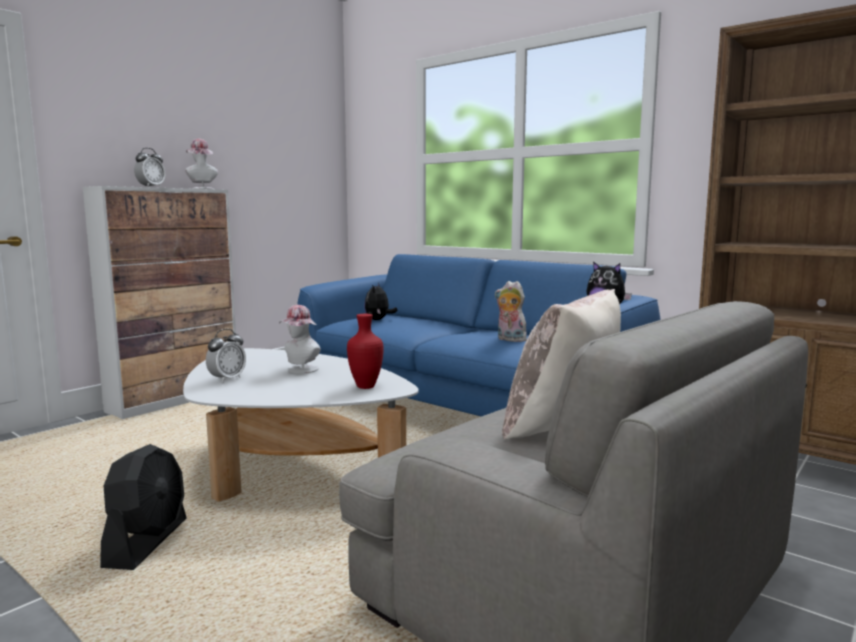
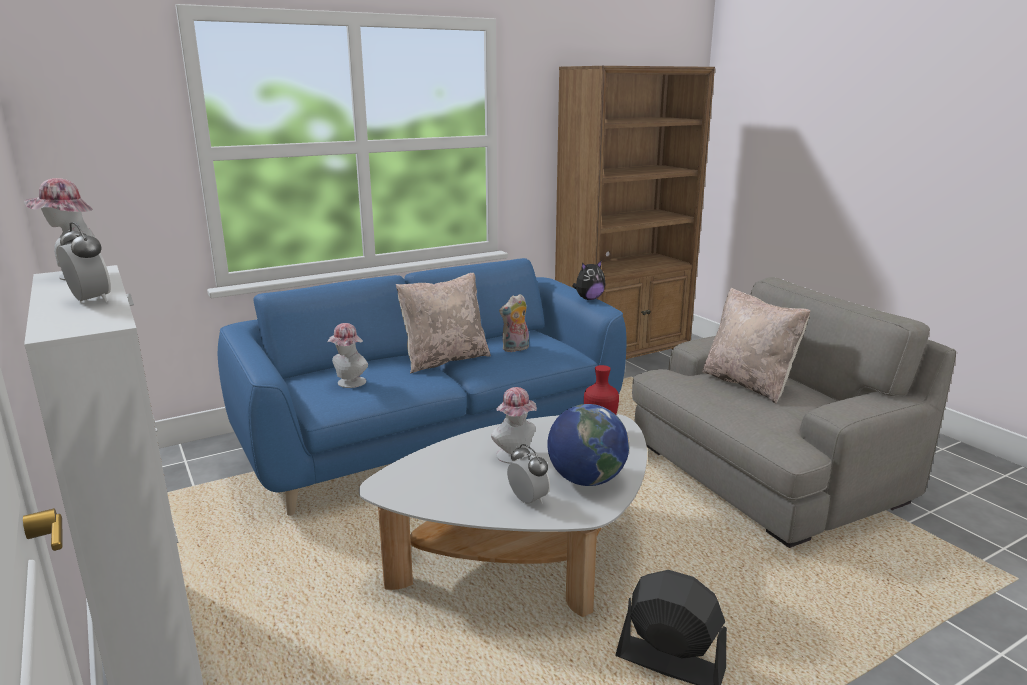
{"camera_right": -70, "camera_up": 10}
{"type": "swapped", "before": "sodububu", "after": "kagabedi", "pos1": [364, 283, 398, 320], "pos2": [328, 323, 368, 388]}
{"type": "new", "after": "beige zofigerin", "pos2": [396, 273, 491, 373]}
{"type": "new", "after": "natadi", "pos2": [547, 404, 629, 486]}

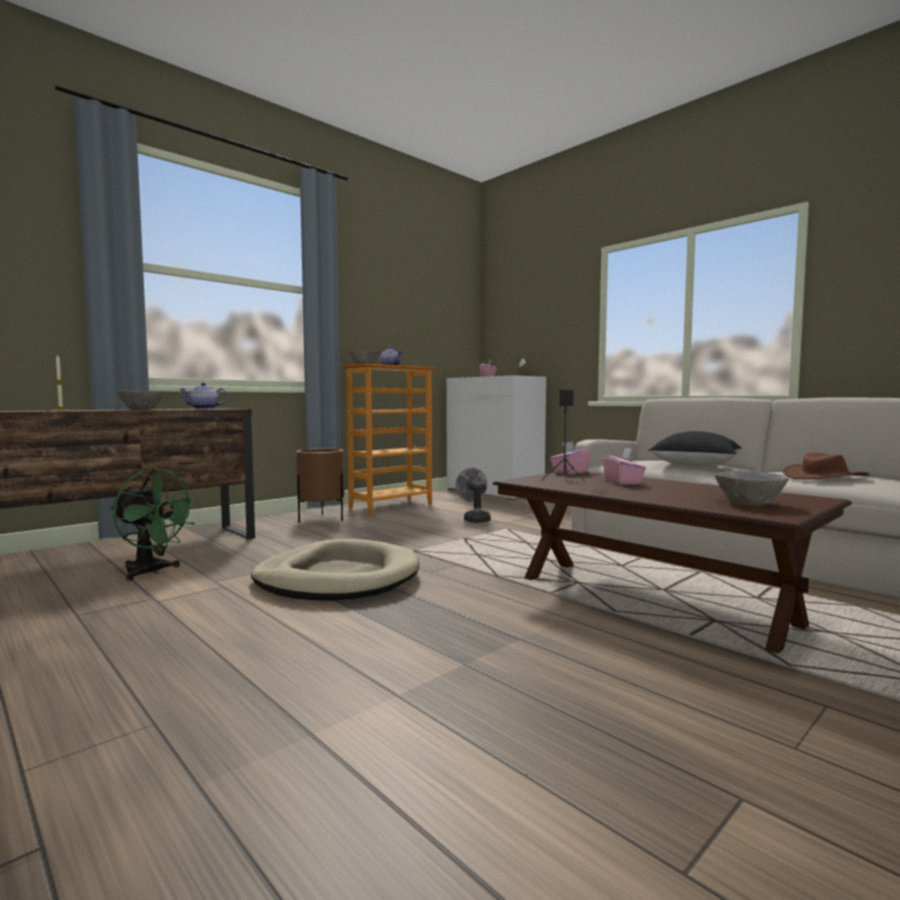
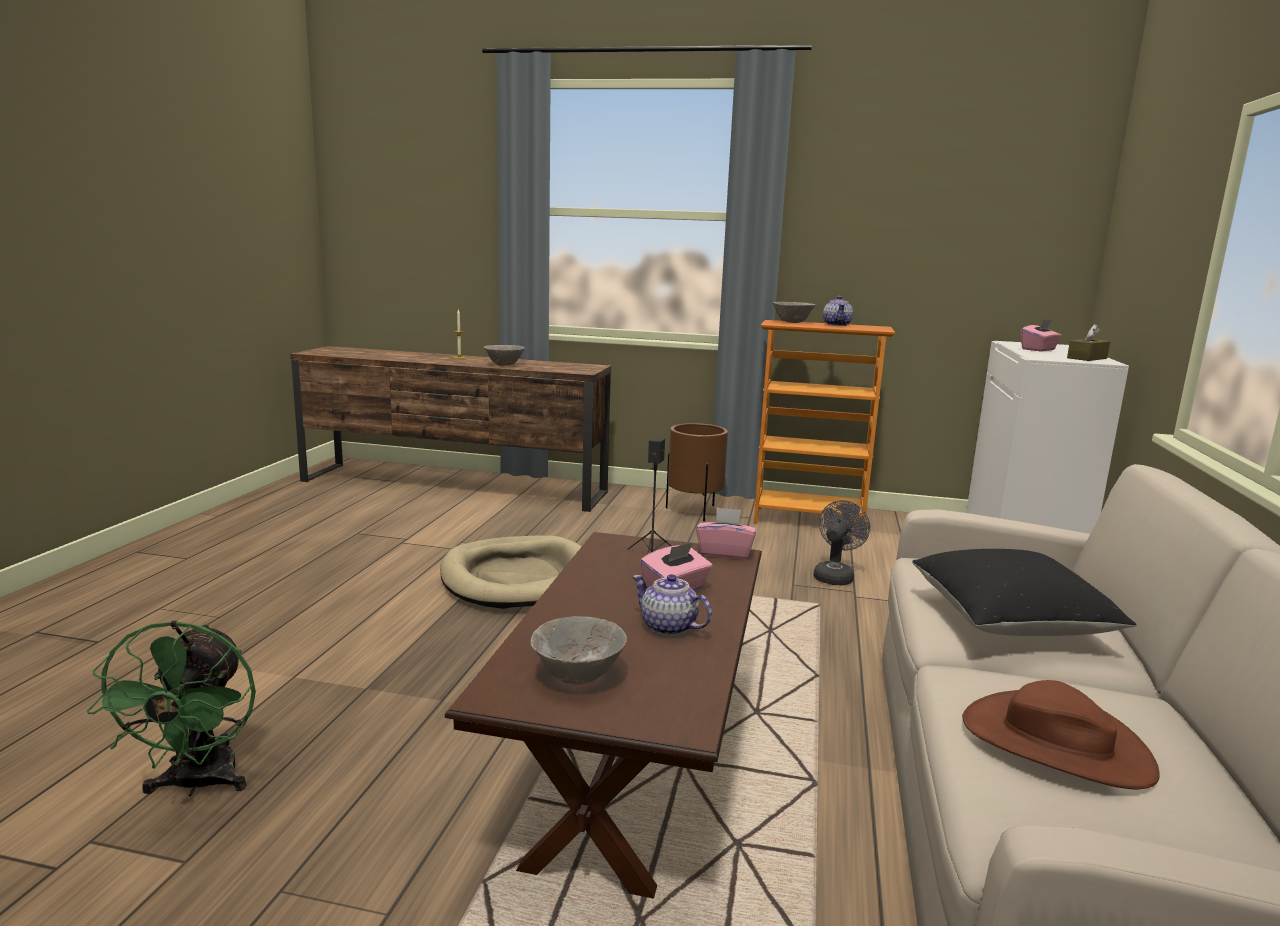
{"camera_right": 55, "camera_up": 10}
{"type": "shifted", "before": "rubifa", "pos1": [180, 383, 228, 409], "pos2": [632, 574, 712, 636]}
{"type": "shifted", "before": "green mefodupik", "pos1": [111, 468, 199, 581], "pos2": [86, 621, 256, 797]}

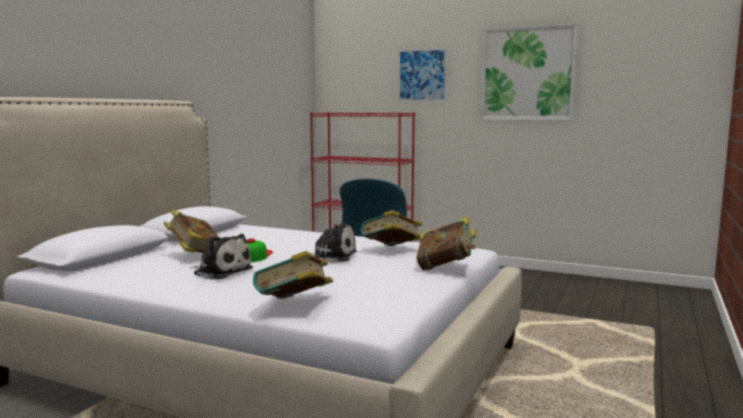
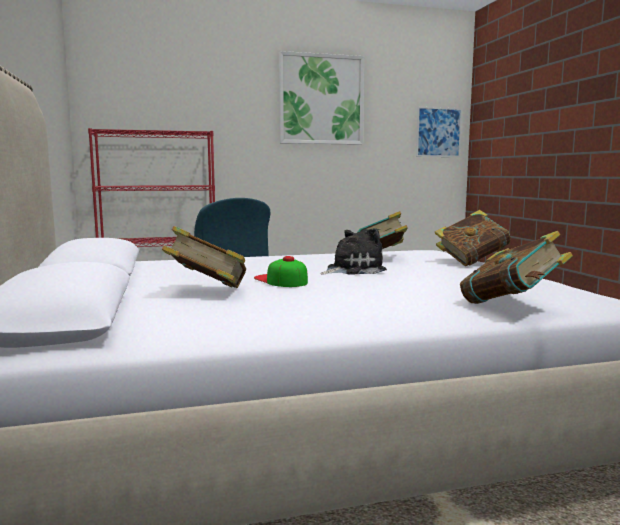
{"camera_right": -40, "camera_up": 0}
{"type": "shifted", "before": "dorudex", "pos1": [398, 48, 447, 101], "pos2": [416, 107, 462, 157]}
{"type": "gone", "before": "sodububu", "pos1": [190, 234, 253, 279]}

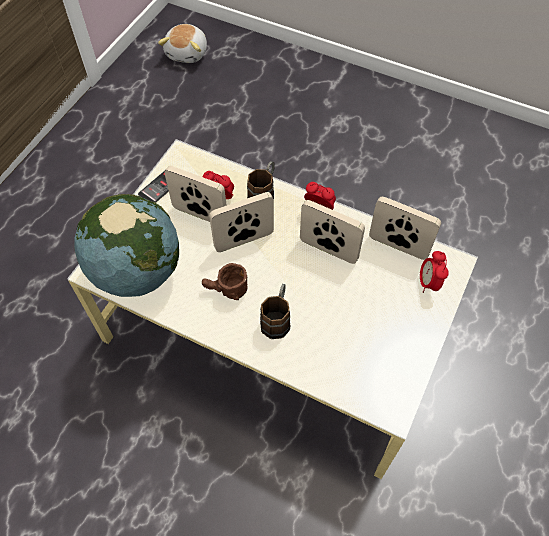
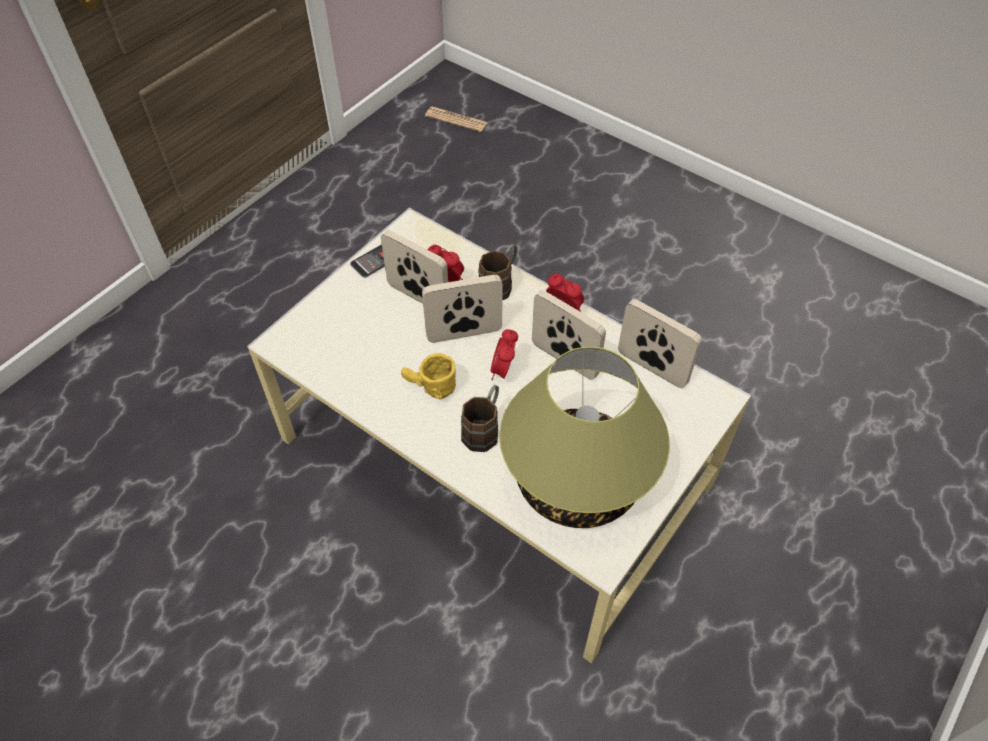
{"camera_right": 10, "camera_up": -5}
{"type": "swapped", "before": "sodububu", "after": "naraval", "pos1": [158, 24, 207, 63], "pos2": [425, 107, 488, 132]}
{"type": "gone", "before": "natadi", "pos1": [74, 194, 179, 297]}
{"type": "shifted", "before": "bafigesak", "pos1": [420, 251, 449, 293], "pos2": [490, 329, 518, 380]}
{"type": "repainted", "before": "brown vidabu", "after": "yellow vidabu", "pos1": [202, 263, 247, 300], "pos2": [401, 353, 456, 399]}
{"type": "new", "after": "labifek", "pos2": [499, 347, 670, 528]}

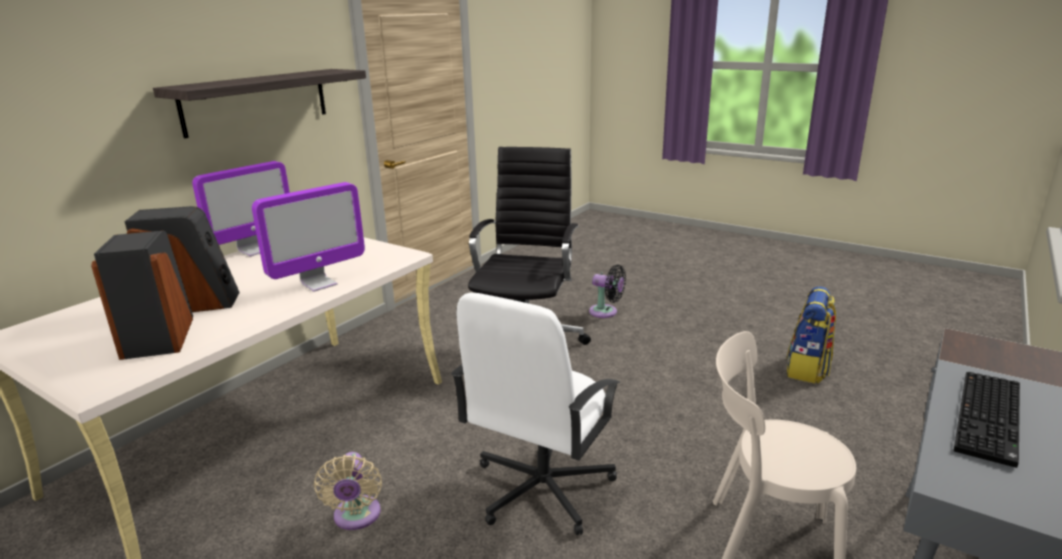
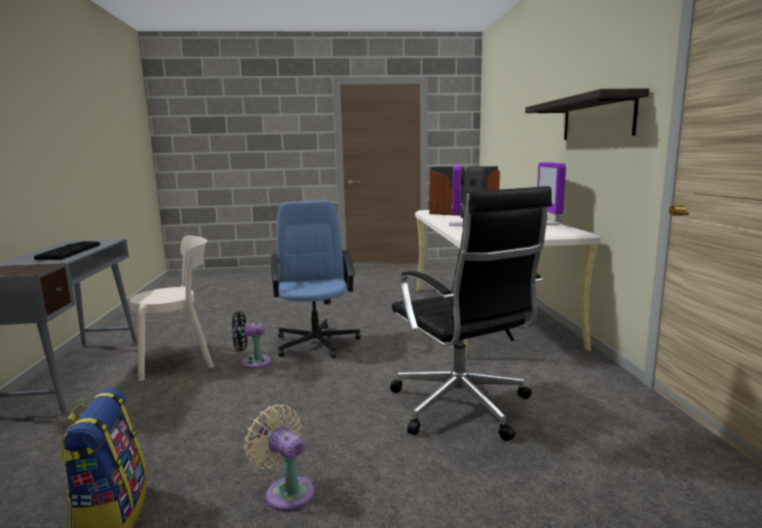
{"camera_right": 140, "camera_up": -10}
{"type": "shifted", "before": "black mefodupik", "pos1": [589, 265, 626, 318], "pos2": [232, 311, 271, 369]}
{"type": "repainted", "before": "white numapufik", "after": "blue numapufik", "pos1": [451, 292, 620, 535], "pos2": [271, 200, 361, 358]}
{"type": "shifted", "before": "beige mefodupik", "pos1": [314, 452, 382, 530], "pos2": [244, 404, 314, 511]}

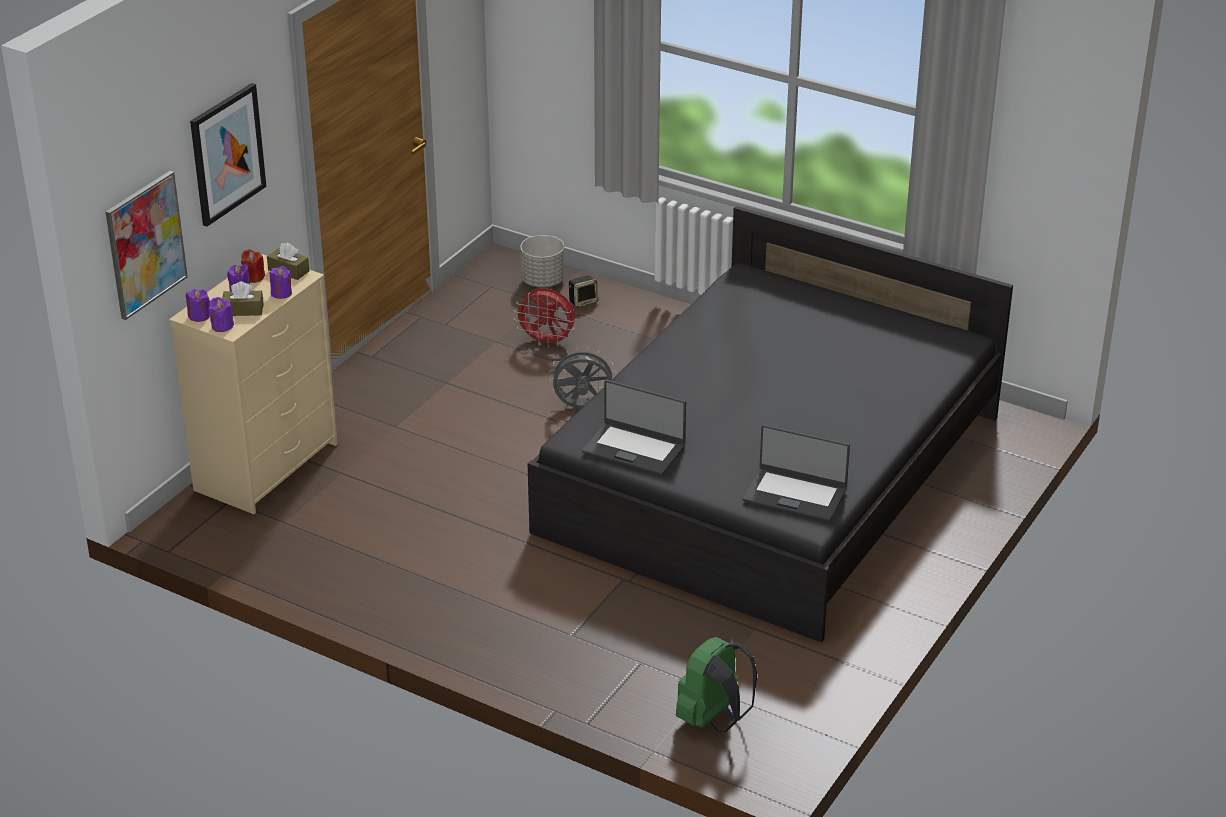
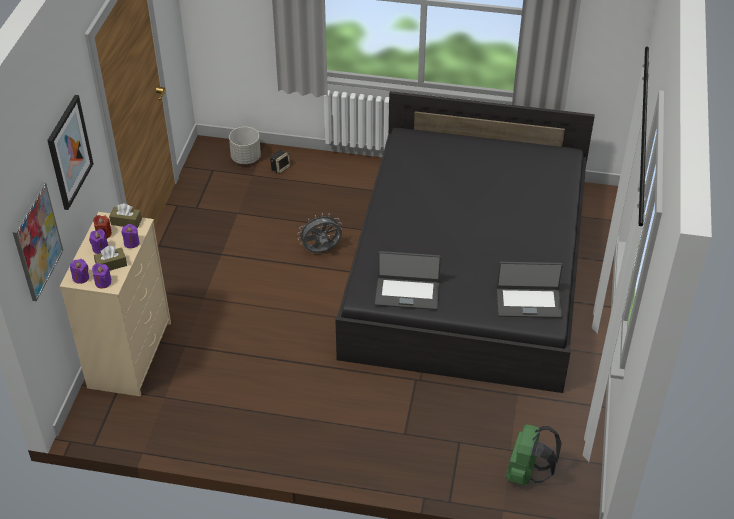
{"camera_right": -20, "camera_up": 10}
{"type": "gone", "before": "red mefodupik", "pos1": [513, 288, 575, 348]}

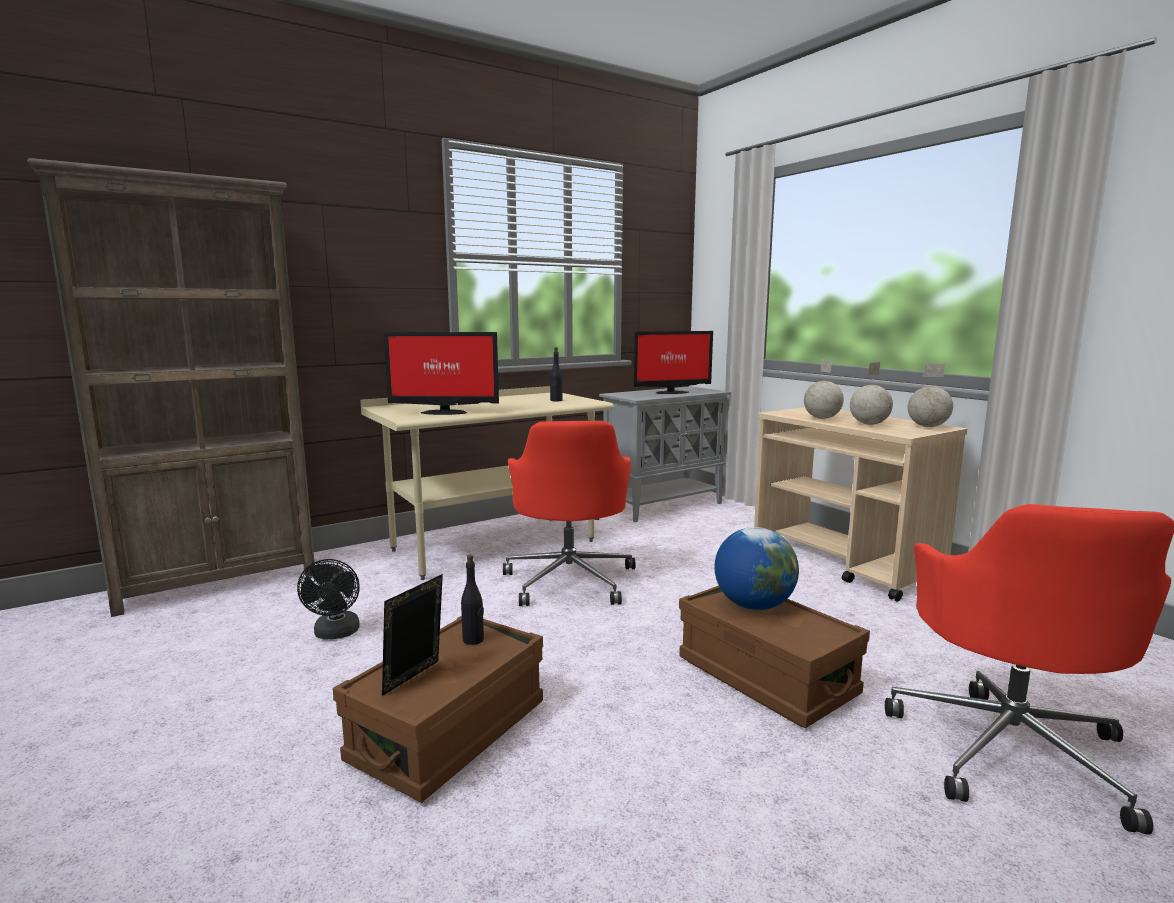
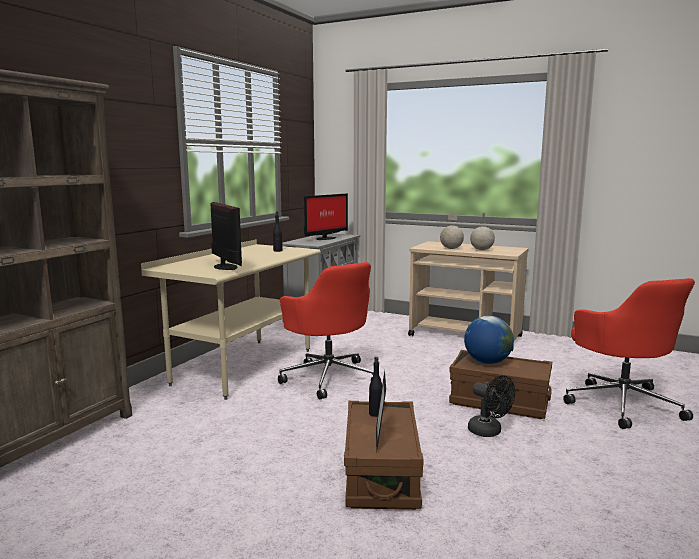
{"camera_right": -30, "camera_up": 0}
{"type": "rotated", "before": "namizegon", "pos1": [384, 332, 499, 415], "pos2": [211, 202, 242, 270], "turn": -90}
{"type": "gone", "before": "natadi", "pos1": [908, 364, 953, 427]}
{"type": "shifted", "before": "black mefodupik", "pos1": [297, 559, 360, 639], "pos2": [468, 375, 515, 437]}

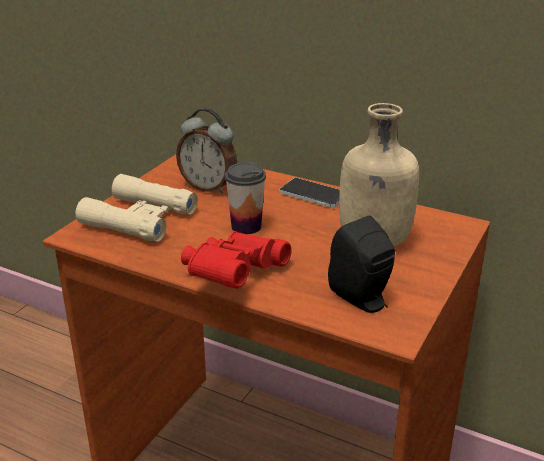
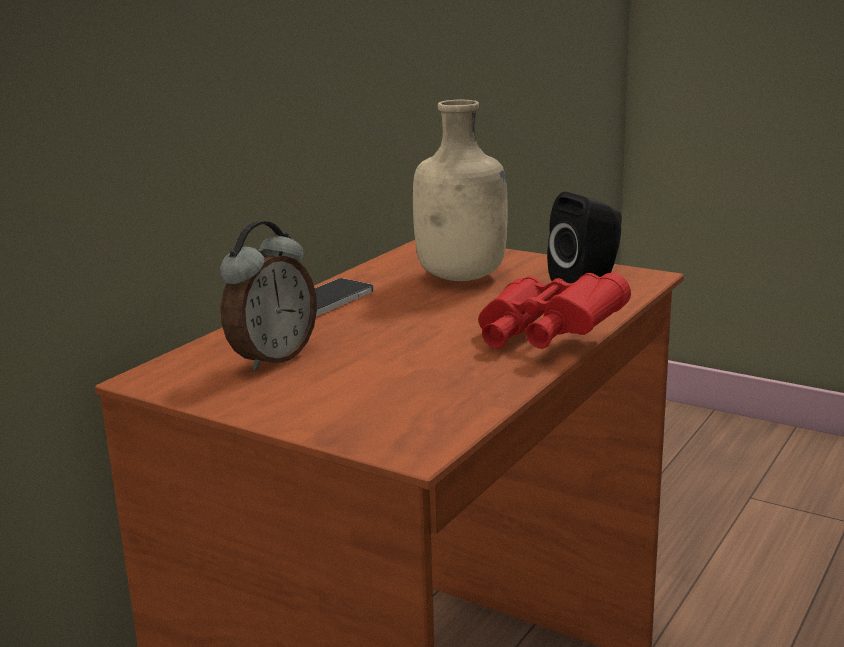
{"camera_right": -85, "camera_up": -10}
{"type": "gone", "before": "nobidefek", "pos1": [225, 162, 266, 234]}
{"type": "gone", "before": "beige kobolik", "pos1": [75, 174, 198, 242]}

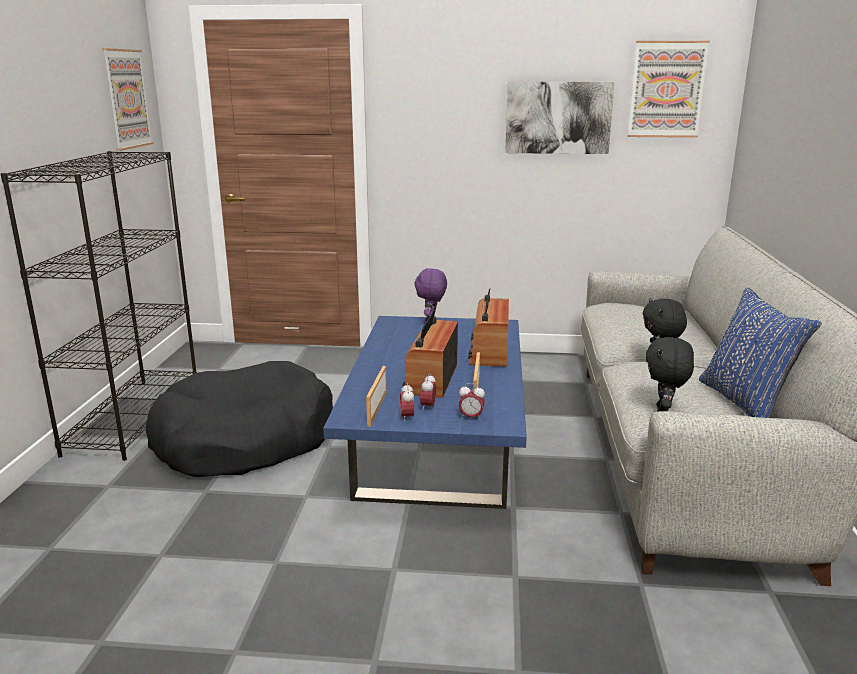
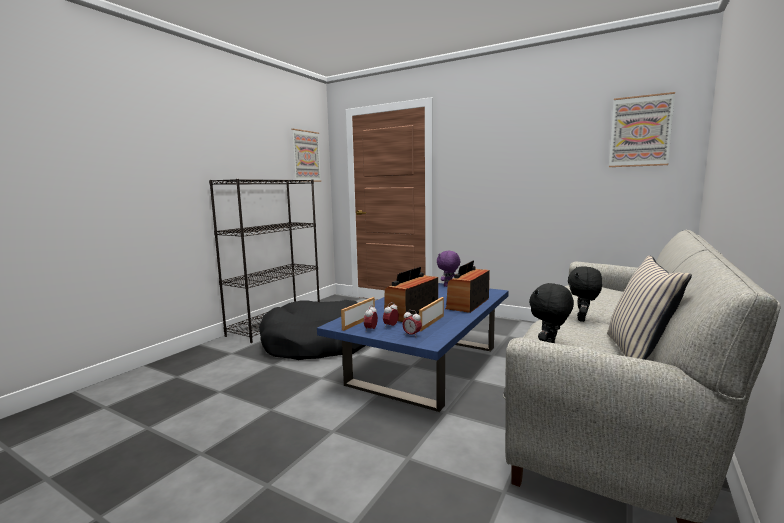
{"camera_right": 25, "camera_up": -10}
{"type": "gone", "before": "dorudex", "pos1": [505, 82, 615, 154]}
{"type": "repainted", "before": "blue zofigerin", "after": "beige zofigerin", "pos1": [699, 287, 822, 418], "pos2": [607, 255, 692, 360]}

